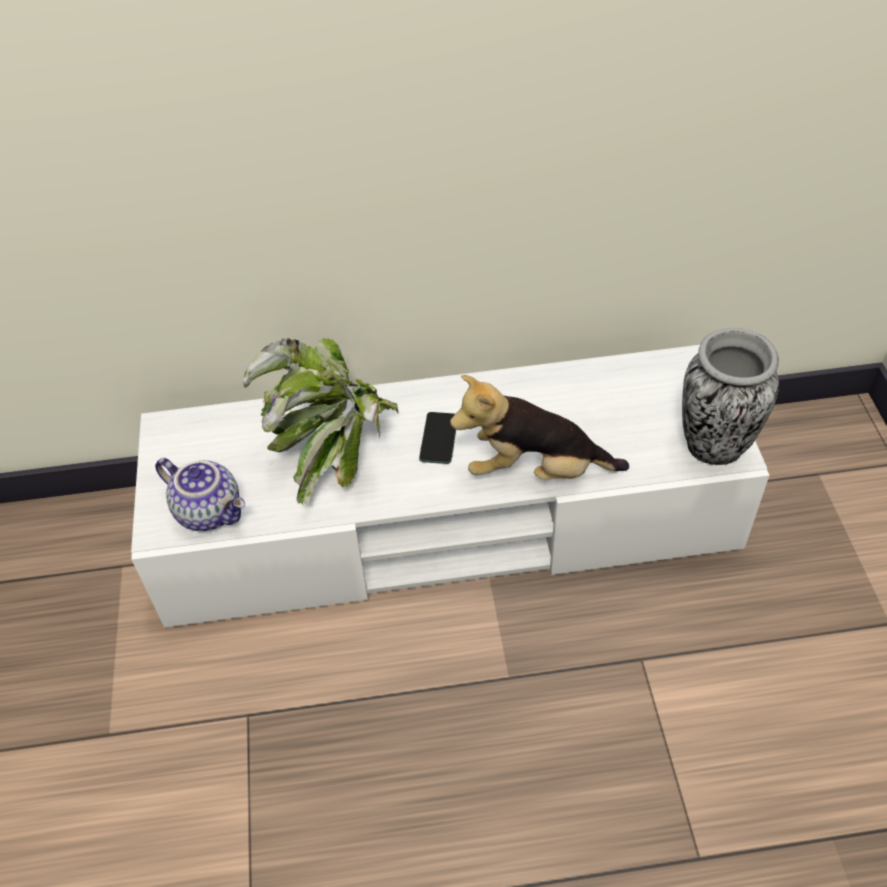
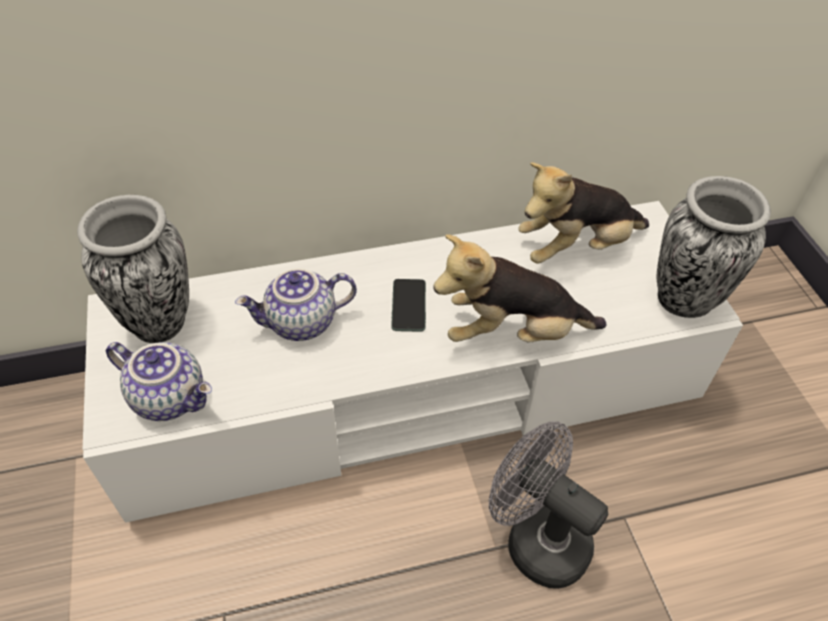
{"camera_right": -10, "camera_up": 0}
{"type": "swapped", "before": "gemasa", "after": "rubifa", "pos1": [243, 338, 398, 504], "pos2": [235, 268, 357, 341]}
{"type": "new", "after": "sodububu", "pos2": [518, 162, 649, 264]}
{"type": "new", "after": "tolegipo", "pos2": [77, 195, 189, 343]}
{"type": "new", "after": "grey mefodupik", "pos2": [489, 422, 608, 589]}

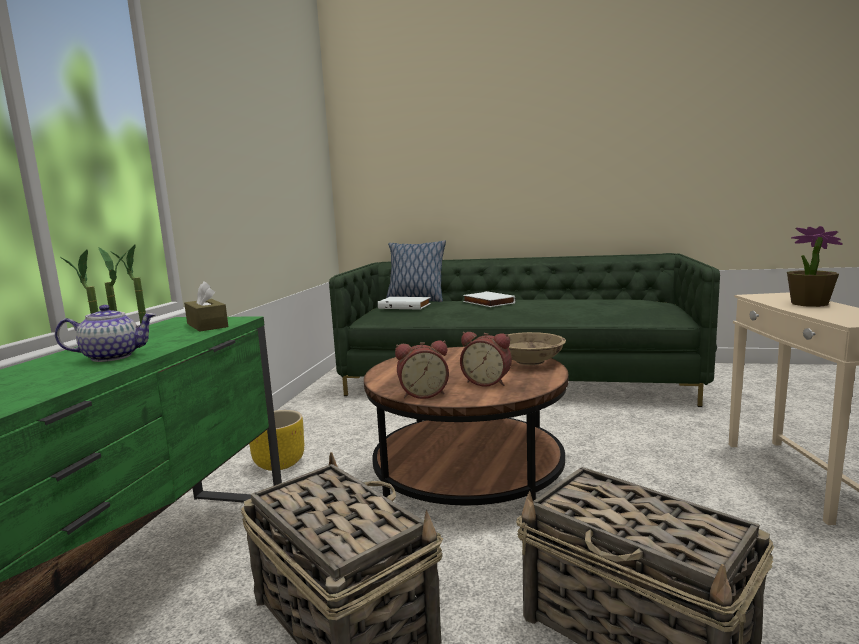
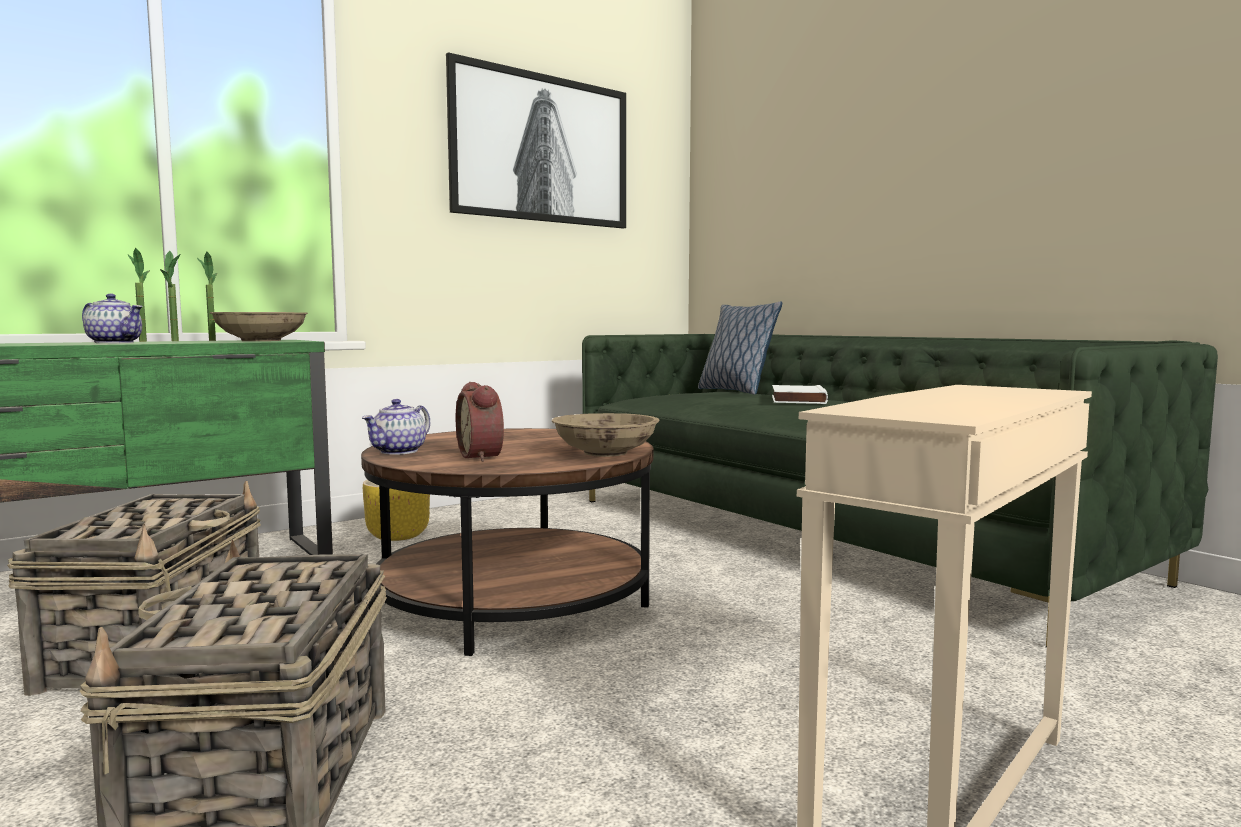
{"camera_right": 40, "camera_up": -5}
{"type": "gone", "before": "gemasa", "pos1": [787, 226, 843, 307]}
{"type": "swapped", "before": "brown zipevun", "after": "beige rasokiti", "pos1": [184, 281, 228, 332], "pos2": [210, 312, 308, 341]}
{"type": "gone", "before": "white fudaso", "pos1": [378, 297, 431, 309]}
{"type": "swapped", "before": "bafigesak", "after": "rubifa", "pos1": [395, 340, 449, 399], "pos2": [362, 399, 430, 455]}
{"type": "new", "after": "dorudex", "pos2": [446, 52, 626, 229]}

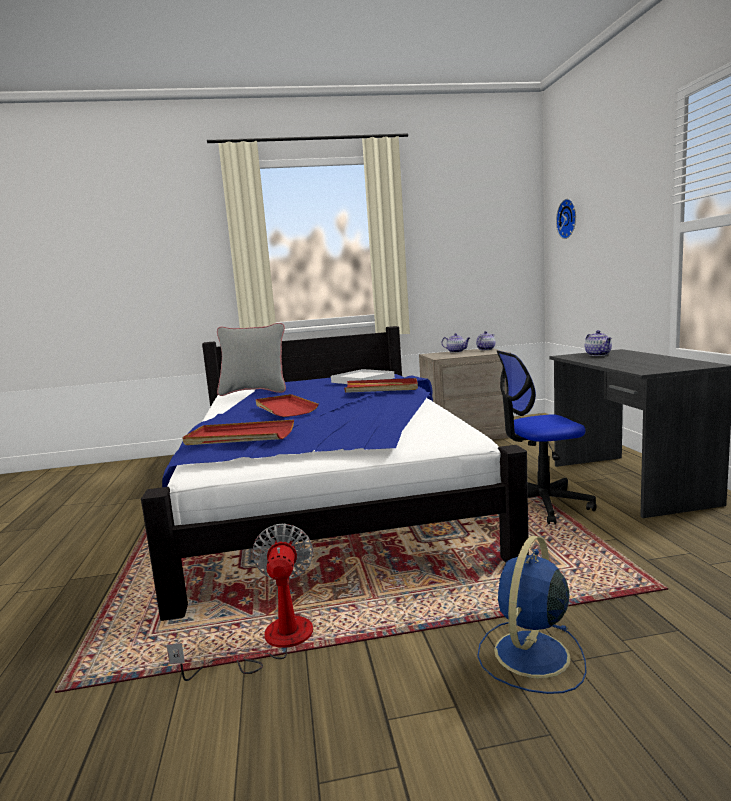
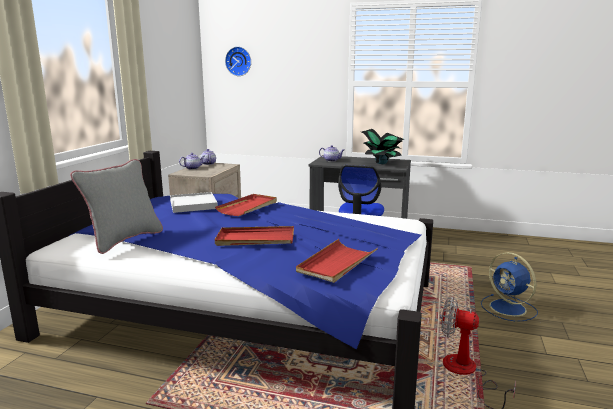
{"camera_right": -65, "camera_up": 5}
{"type": "new", "after": "gemasa", "pos2": [362, 129, 403, 164]}

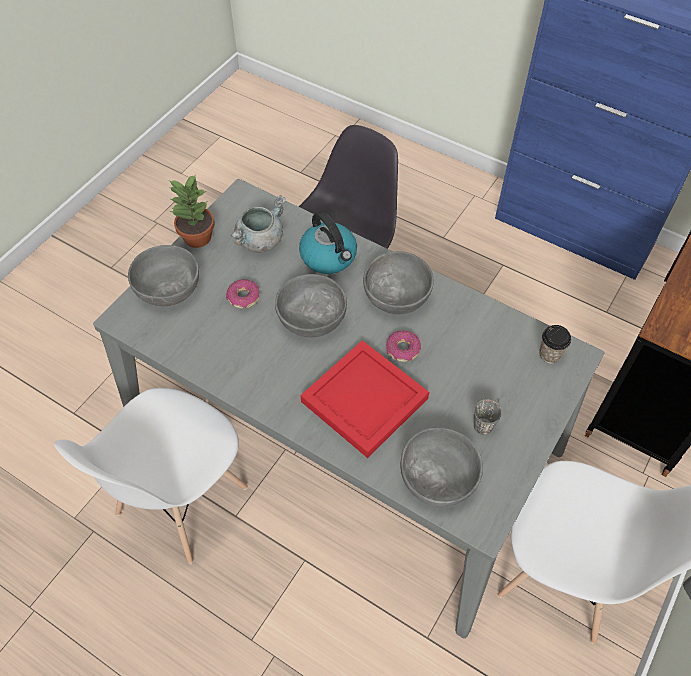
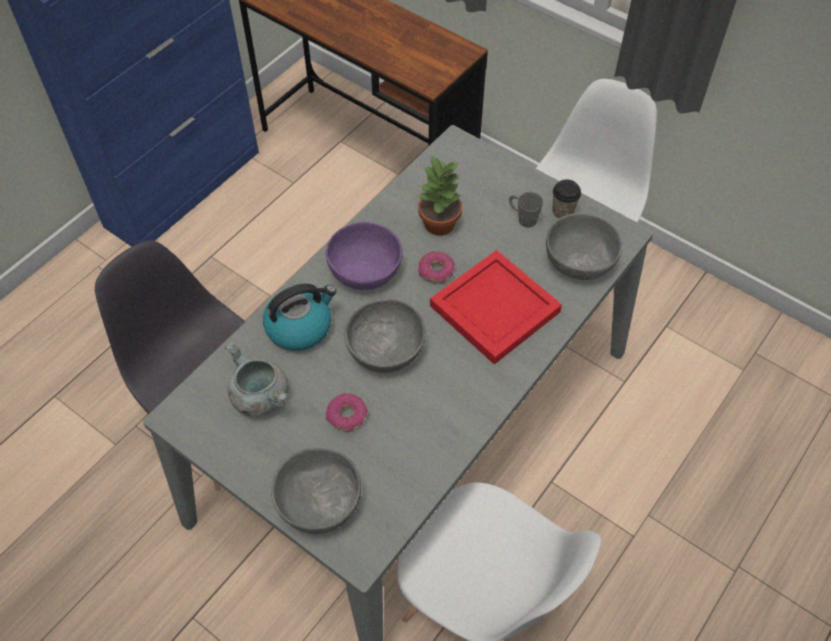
{"camera_right": -85, "camera_up": 0}
{"type": "shifted", "before": "gemasa", "pos1": [169, 174, 215, 248], "pos2": [418, 156, 462, 235]}
{"type": "repainted", "before": "grey rasokiti", "after": "purple rasokiti", "pos1": [363, 251, 434, 314], "pos2": [326, 222, 403, 290]}
{"type": "shifted", "before": "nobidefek", "pos1": [539, 325, 571, 364], "pos2": [552, 179, 581, 219]}

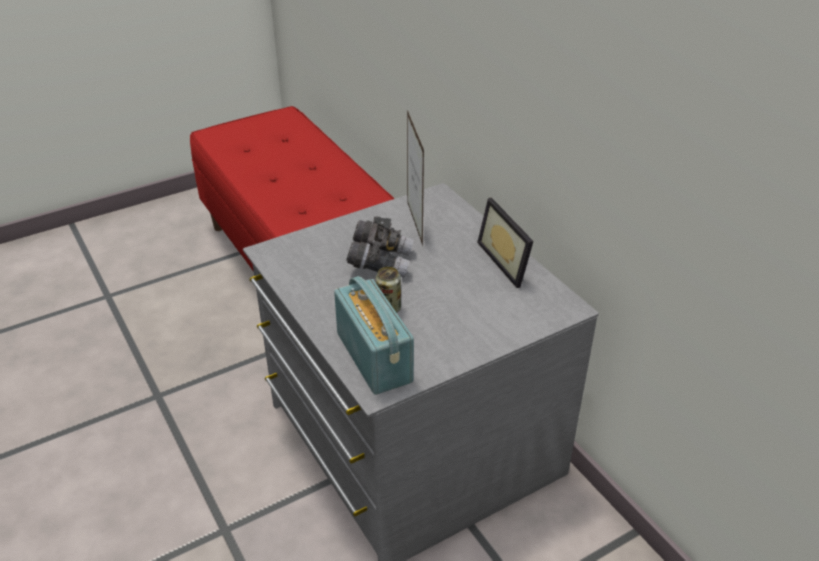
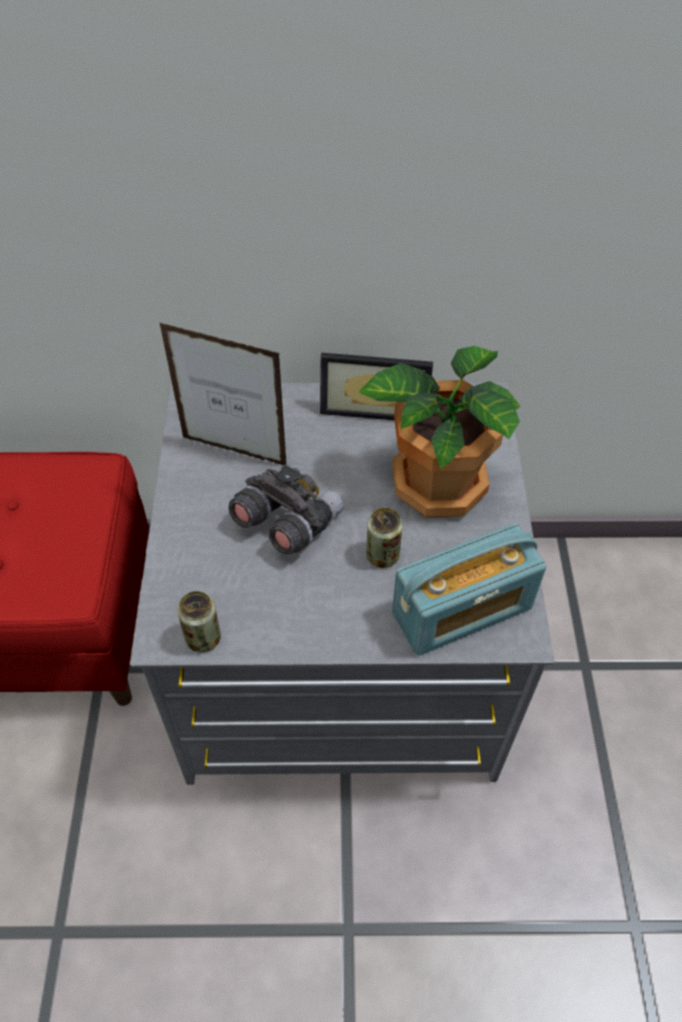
{"camera_right": -60, "camera_up": 15}
{"type": "rotated", "before": "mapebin", "pos1": [334, 276, 414, 395], "pos2": [392, 523, 547, 656], "turn": 150}
{"type": "new", "after": "gemasa", "pos2": [358, 346, 521, 518]}
{"type": "new", "after": "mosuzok", "pos2": [177, 591, 221, 652]}

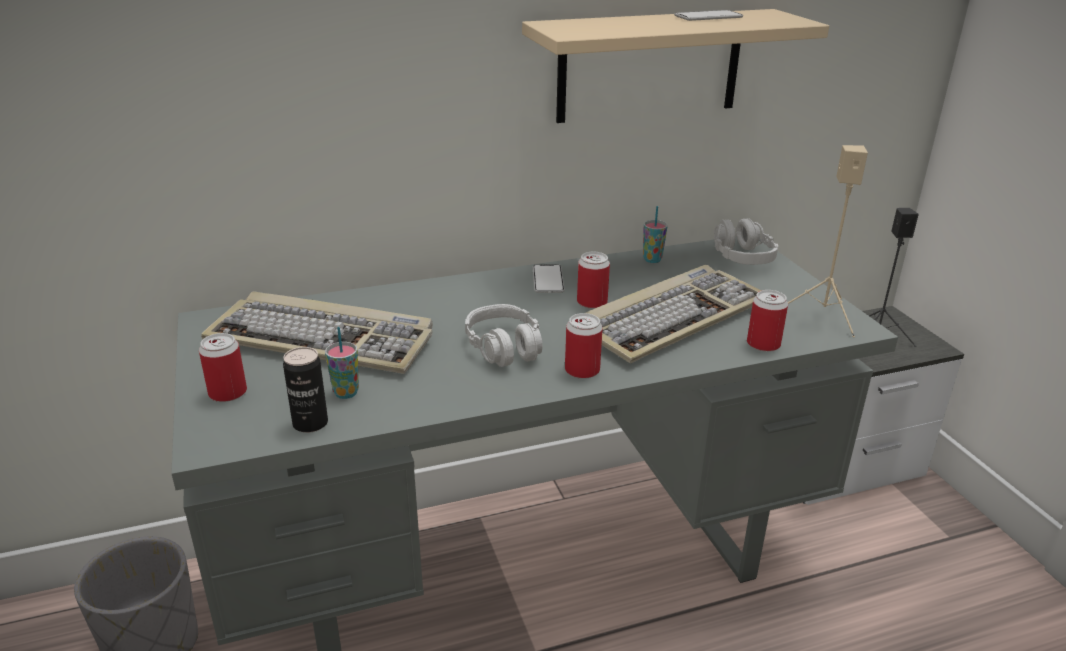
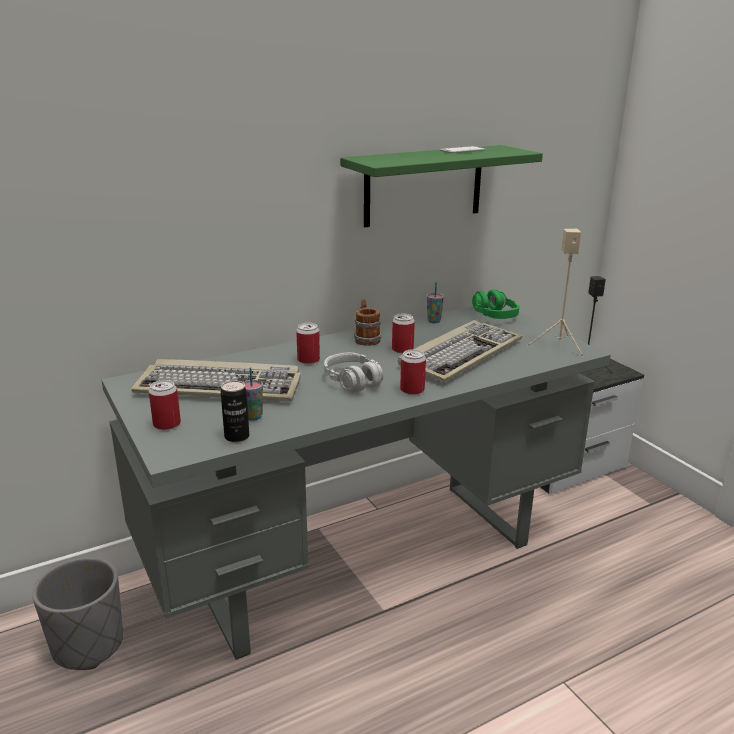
{"camera_right": -10, "camera_up": -5}
{"type": "repainted", "before": "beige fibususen", "after": "green fibususen", "pos1": [522, 9, 829, 123], "pos2": [340, 145, 543, 227]}
{"type": "repainted", "before": "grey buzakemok", "after": "green buzakemok", "pos1": [714, 219, 778, 265], "pos2": [472, 289, 519, 319]}
{"type": "swapped", "before": "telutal", "after": "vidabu", "pos1": [533, 264, 565, 293], "pos2": [354, 299, 381, 346]}
{"type": "shifted", "before": "mosuzok", "pos1": [747, 290, 788, 352], "pos2": [296, 323, 320, 364]}

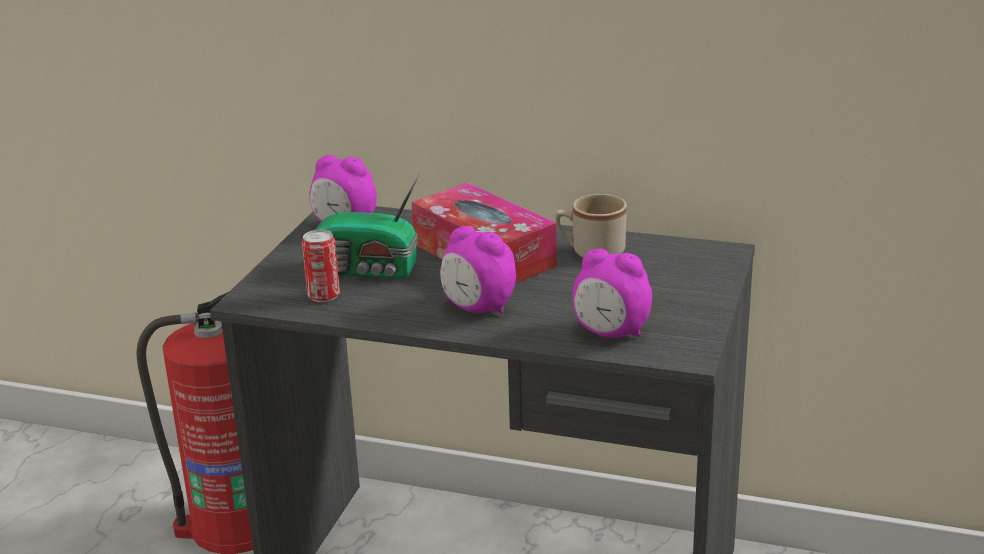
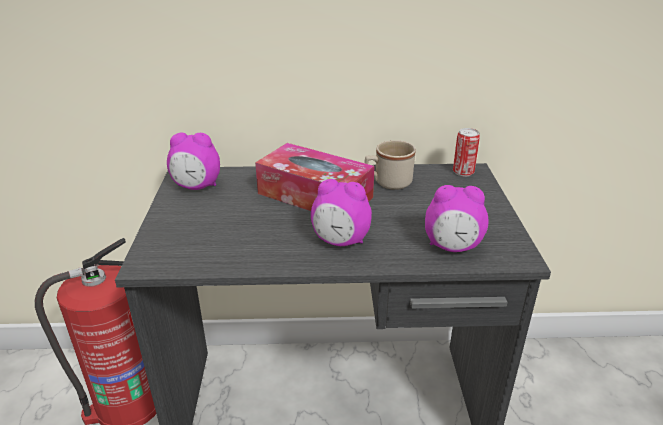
{"camera_right": -20, "camera_up": 5}
{"type": "gone", "before": "mapebin", "pos1": [315, 172, 420, 279]}
{"type": "shifted", "before": "mosuzok", "pos1": [302, 230, 340, 302], "pos2": [453, 128, 480, 177]}

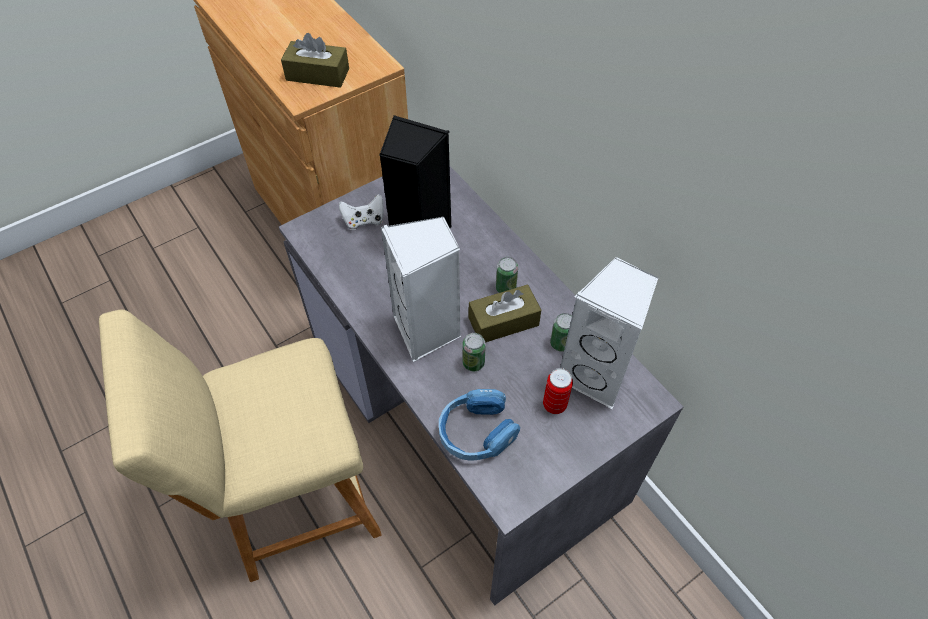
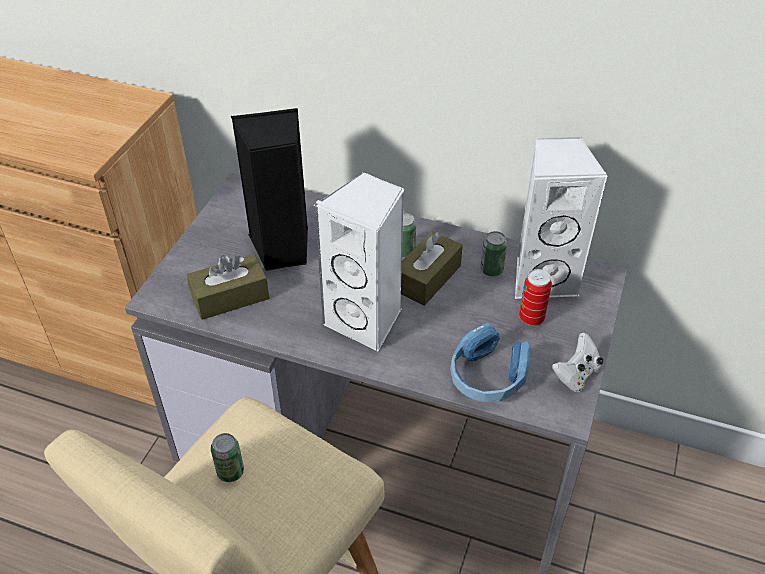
{"camera_right": -35, "camera_up": -10}
{"type": "shifted", "before": "brown zipevun", "pos1": [281, 33, 349, 88], "pos2": [187, 254, 269, 320]}
{"type": "shifted", "before": "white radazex", "pos1": [339, 194, 384, 230], "pos2": [552, 333, 603, 392]}
{"type": "shifted", "before": "mosuzok", "pos1": [462, 333, 486, 371], "pos2": [211, 433, 244, 482]}

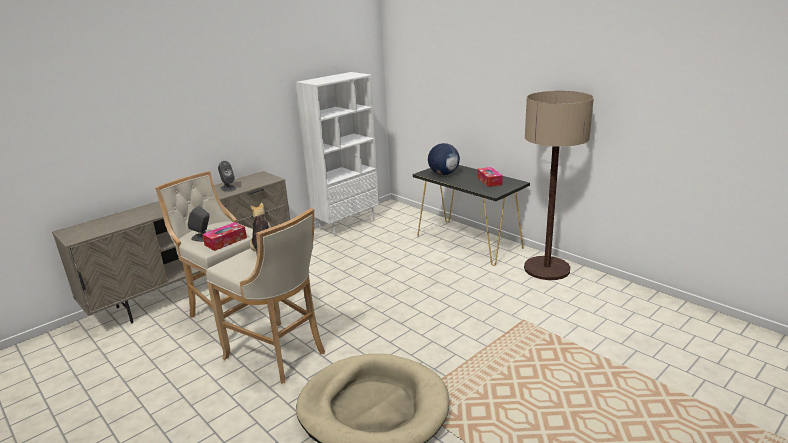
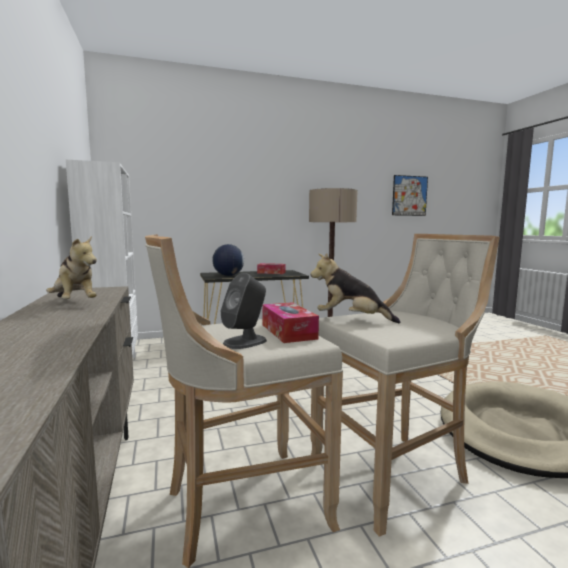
{"camera_right": -65, "camera_up": -15}
{"type": "swapped", "before": "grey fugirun", "after": "sodububu", "pos1": [218, 161, 236, 192], "pos2": [46, 236, 97, 299]}
{"type": "new", "after": "dorudex", "pos2": [392, 175, 428, 216]}

